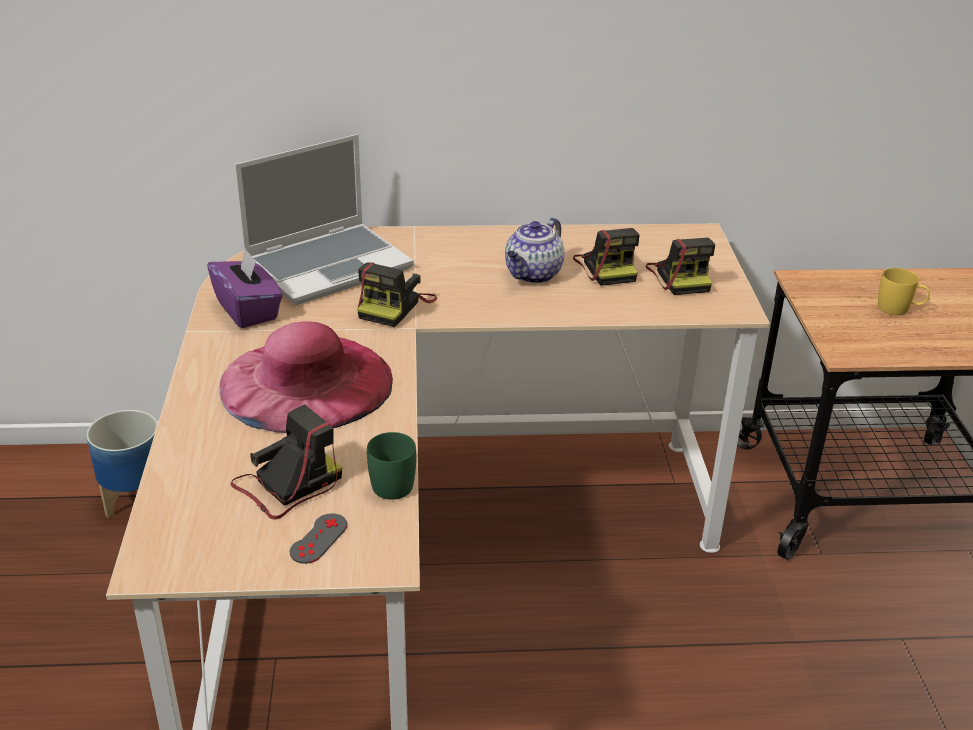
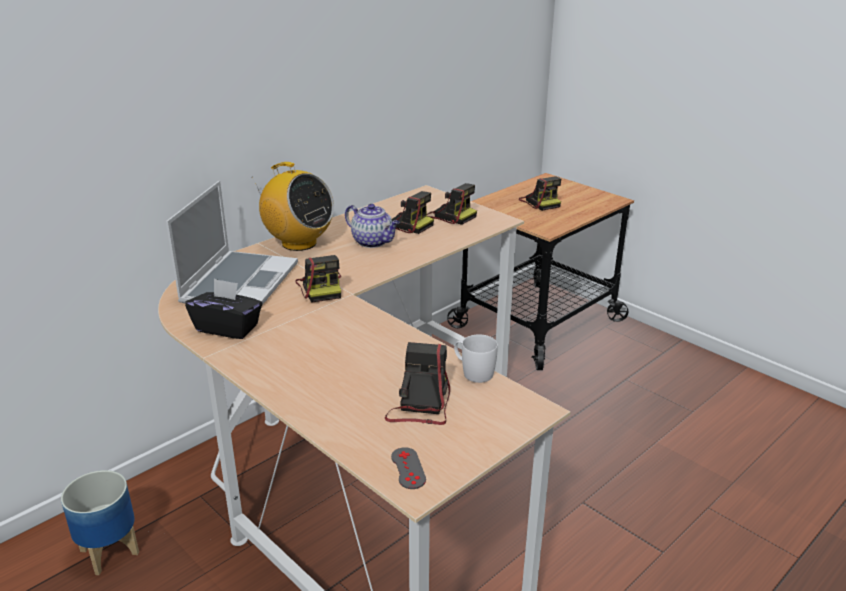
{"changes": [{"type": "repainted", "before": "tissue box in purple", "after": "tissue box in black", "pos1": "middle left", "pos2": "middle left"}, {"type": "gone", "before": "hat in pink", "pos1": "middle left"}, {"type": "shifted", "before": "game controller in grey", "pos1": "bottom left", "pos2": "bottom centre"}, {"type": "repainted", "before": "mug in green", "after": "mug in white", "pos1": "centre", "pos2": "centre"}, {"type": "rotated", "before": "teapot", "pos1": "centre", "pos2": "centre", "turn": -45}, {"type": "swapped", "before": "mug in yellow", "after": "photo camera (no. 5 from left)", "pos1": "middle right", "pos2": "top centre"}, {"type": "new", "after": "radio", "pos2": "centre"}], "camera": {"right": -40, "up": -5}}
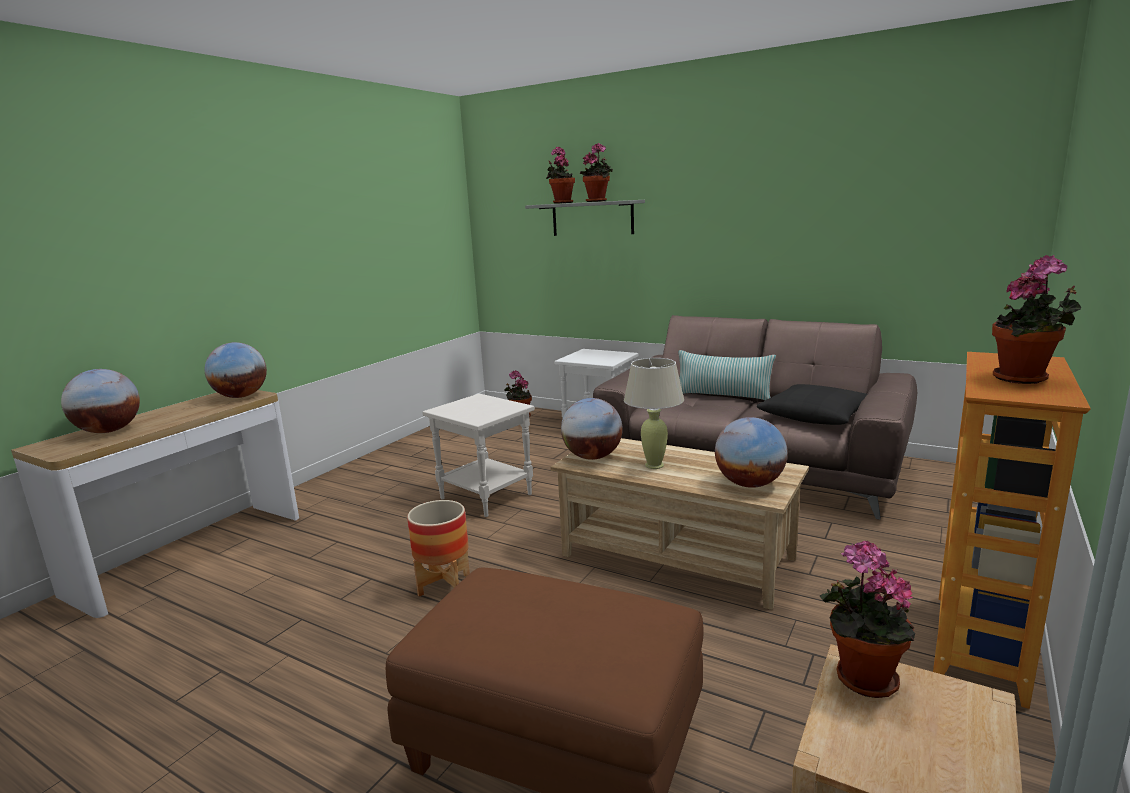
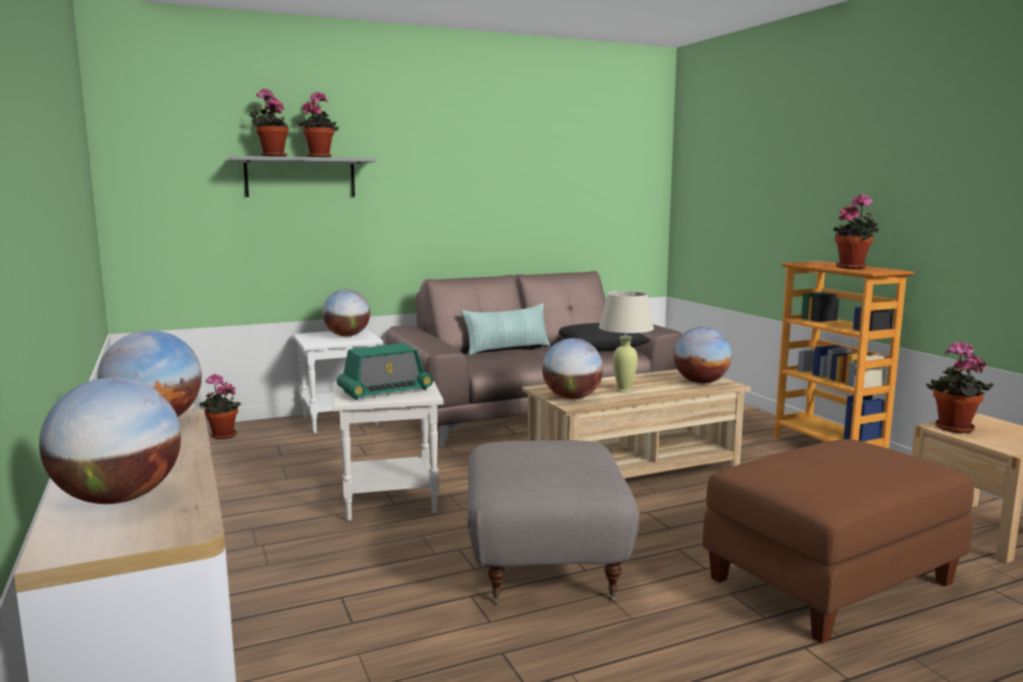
{"changes": [{"type": "swapped", "before": "planter", "after": "ottoman in grey", "pos1": "bottom centre", "pos2": "bottom centre"}, {"type": "new", "after": "globe (no. 3 from left)", "pos2": "centre"}, {"type": "new", "after": "radio", "pos2": "centre"}], "camera": {"right": -55, "up": -5}}
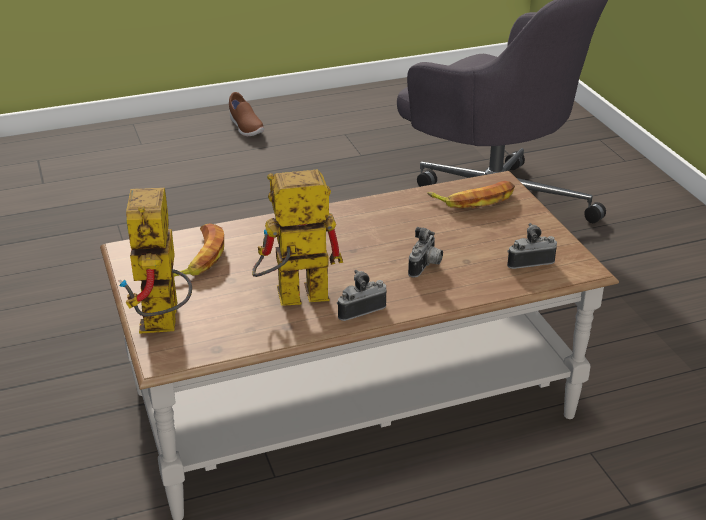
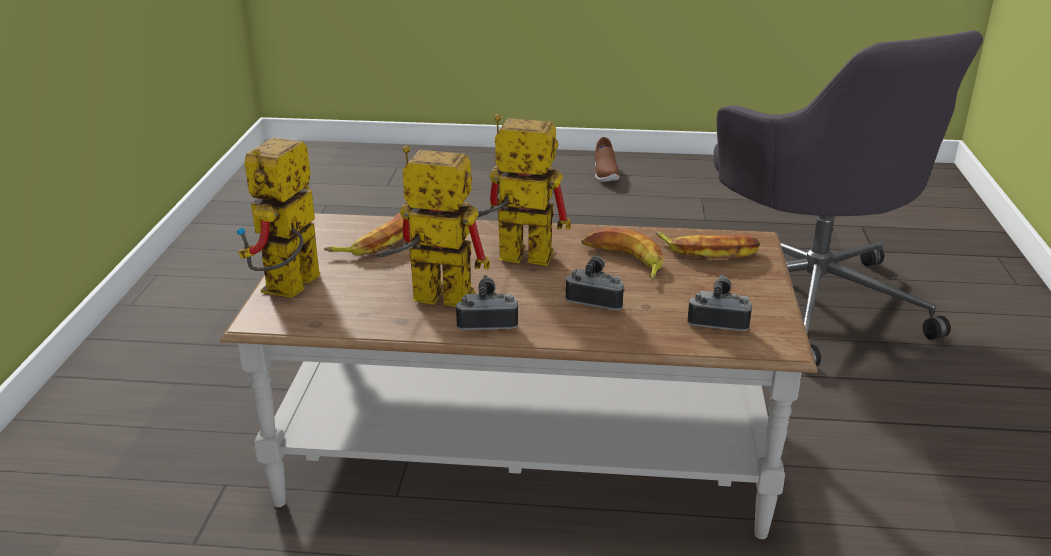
{"changes": [{"type": "rotated", "before": "photo camera (no. 2 from left)", "pos1": "centre", "pos2": "centre", "turn": -120}, {"type": "new", "after": "toy robot (no. 3 from left)", "pos2": "centre"}, {"type": "new", "after": "banana (no. 2 from left)", "pos2": "centre"}], "camera": {"right": 25, "up": -5}}
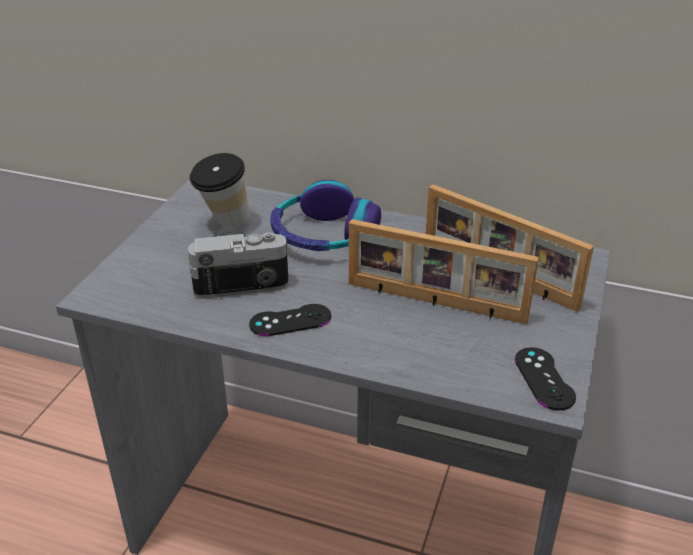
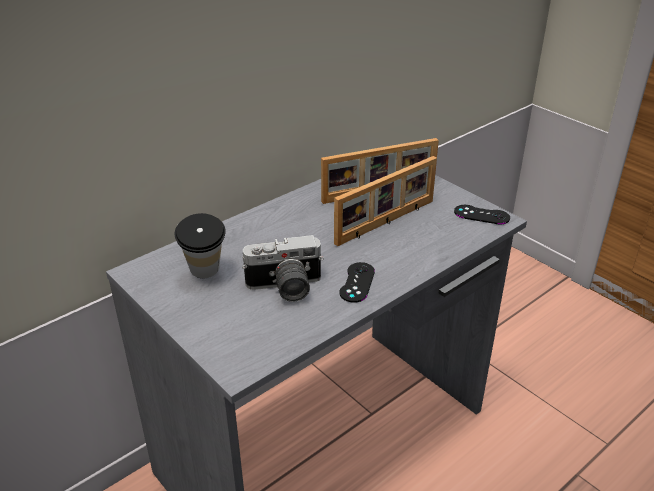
{"changes": [{"type": "rotated", "before": "photo camera", "pos1": "centre", "pos2": "centre", "turn": -120}, {"type": "gone", "before": "headphones", "pos1": "centre"}], "camera": {"right": -60, "up": 0}}
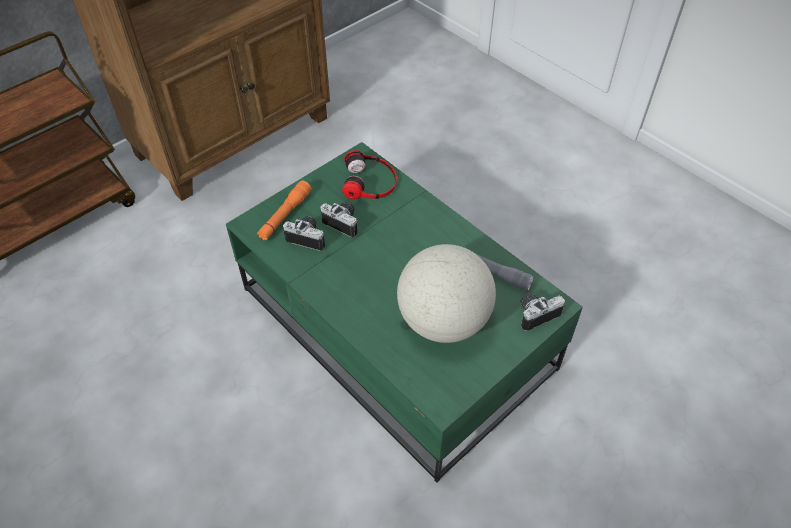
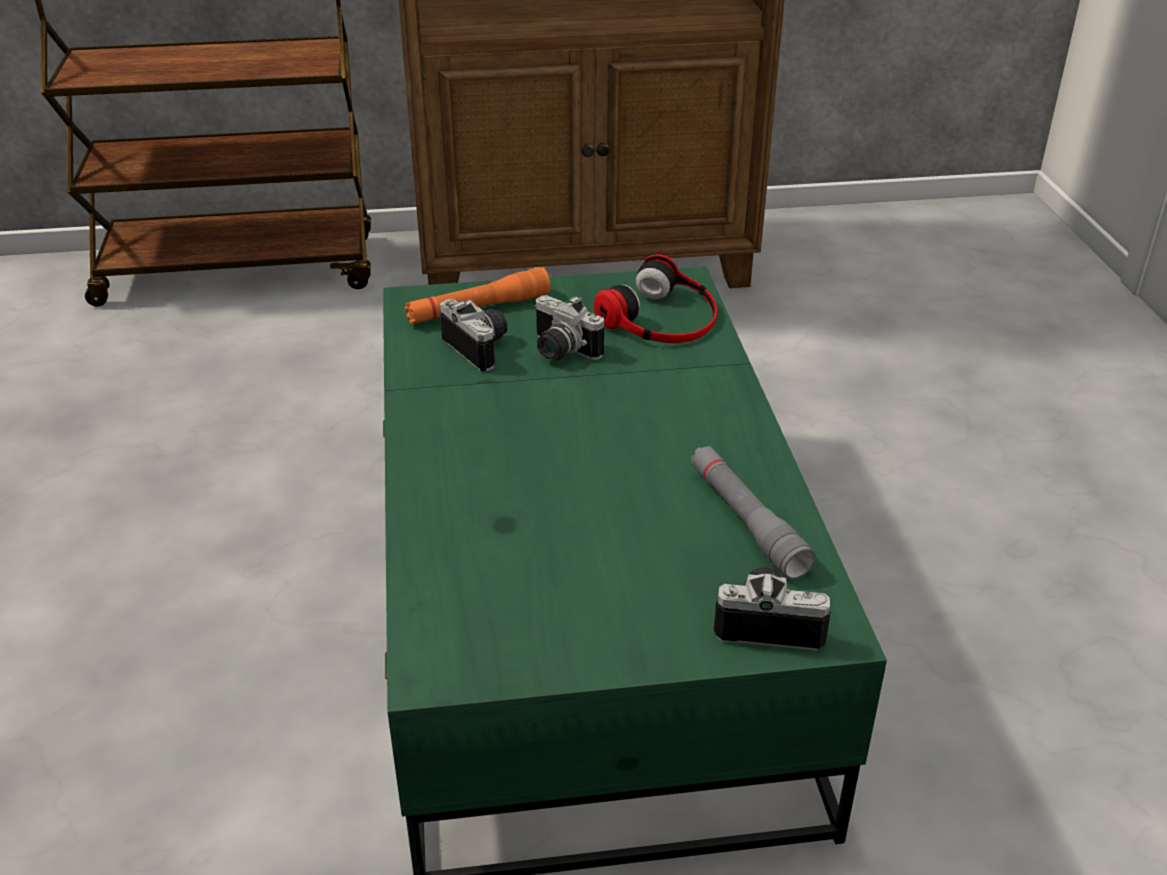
{"changes": [{"type": "rotated", "before": "photo camera (no. 2 from left)", "pos1": "centre", "pos2": "centre", "turn": 150}, {"type": "gone", "before": "globe", "pos1": "centre"}], "camera": {"right": 35, "up": -15}}
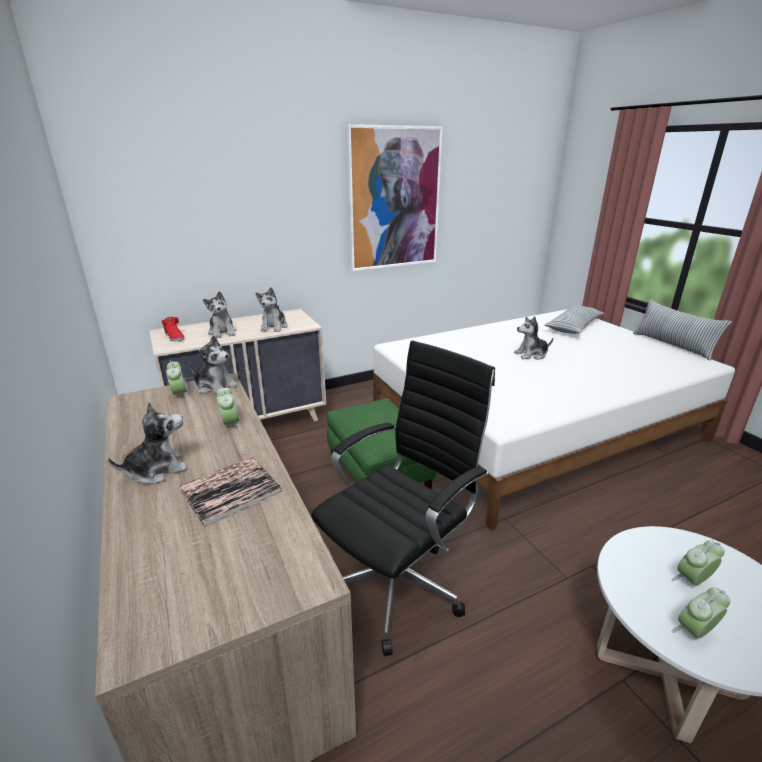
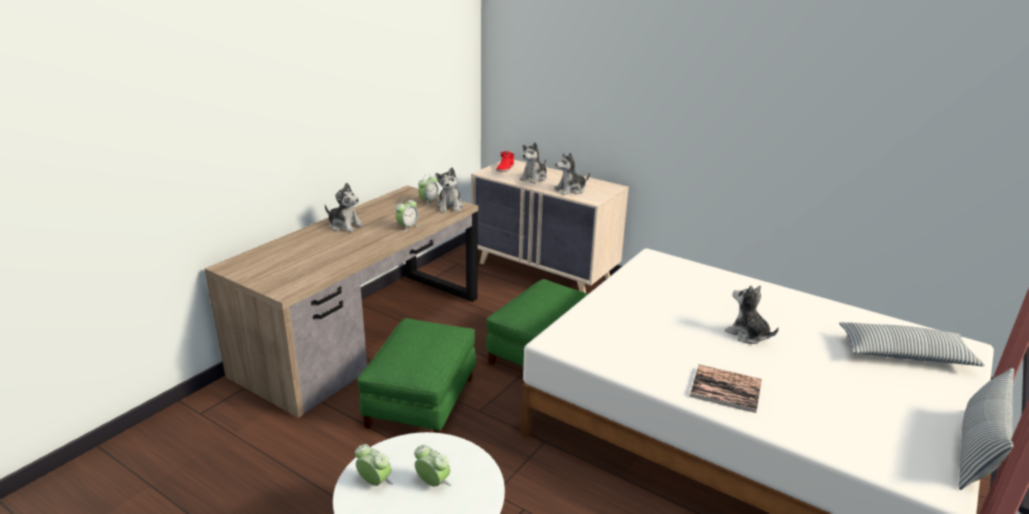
{"changes": [{"type": "shifted", "before": "book", "pos1": "middle left", "pos2": "bottom right"}, {"type": "swapped", "before": "office chair in black", "after": "ottoman in green (no. 1 from left)", "pos1": "centre", "pos2": "bottom centre"}, {"type": "gone", "before": "picture", "pos1": "top centre"}], "camera": {"right": 60, "up": 0}}
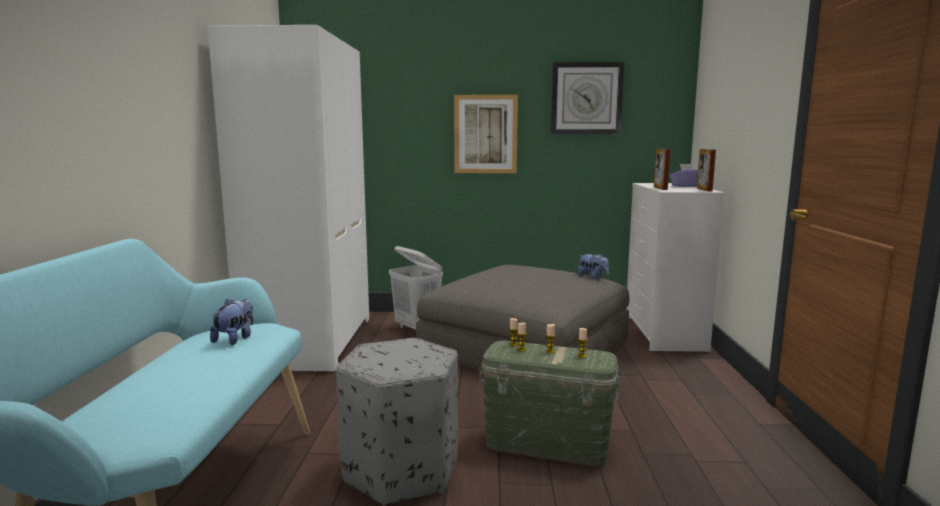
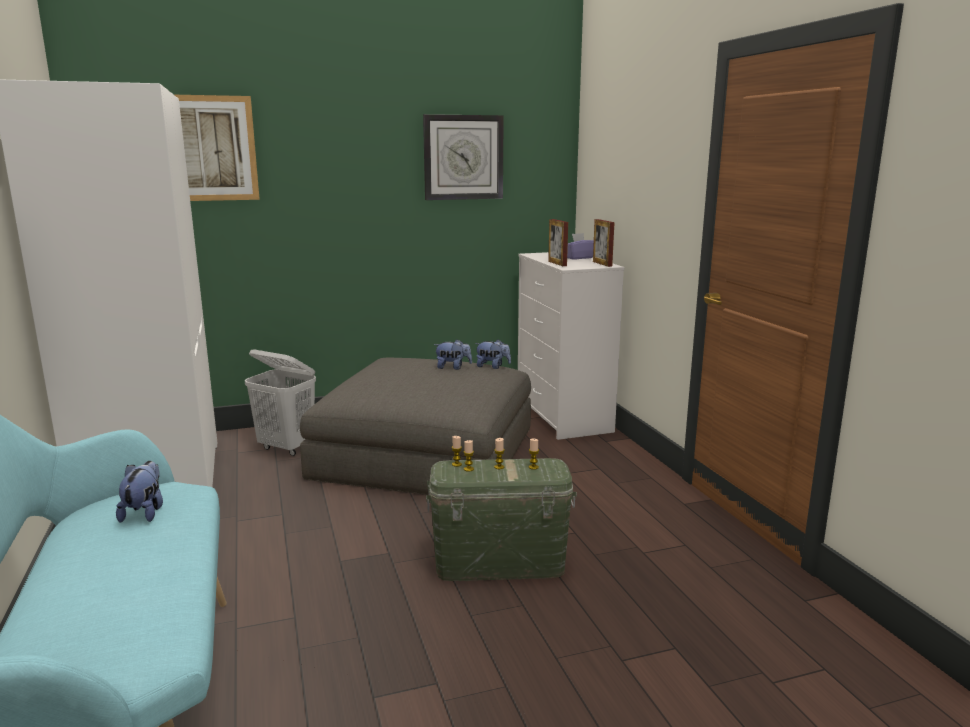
{"changes": [{"type": "gone", "before": "ottoman in grey (no. 1 from left)", "pos1": "bottom centre"}, {"type": "shifted", "before": "picture", "pos1": "top centre", "pos2": "top left"}, {"type": "new", "after": "plush toy (no. 2 from left)", "pos2": "centre"}], "camera": {"right": -20, "up": 5}}
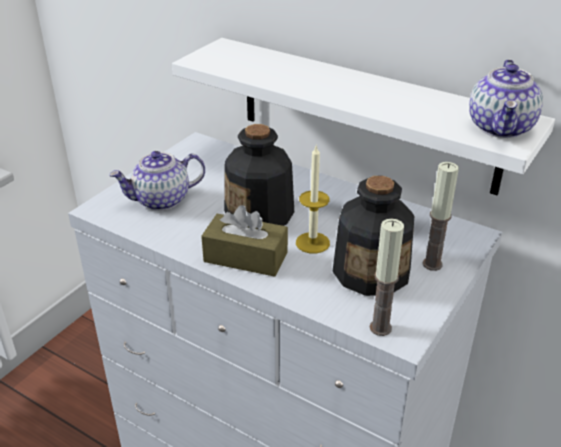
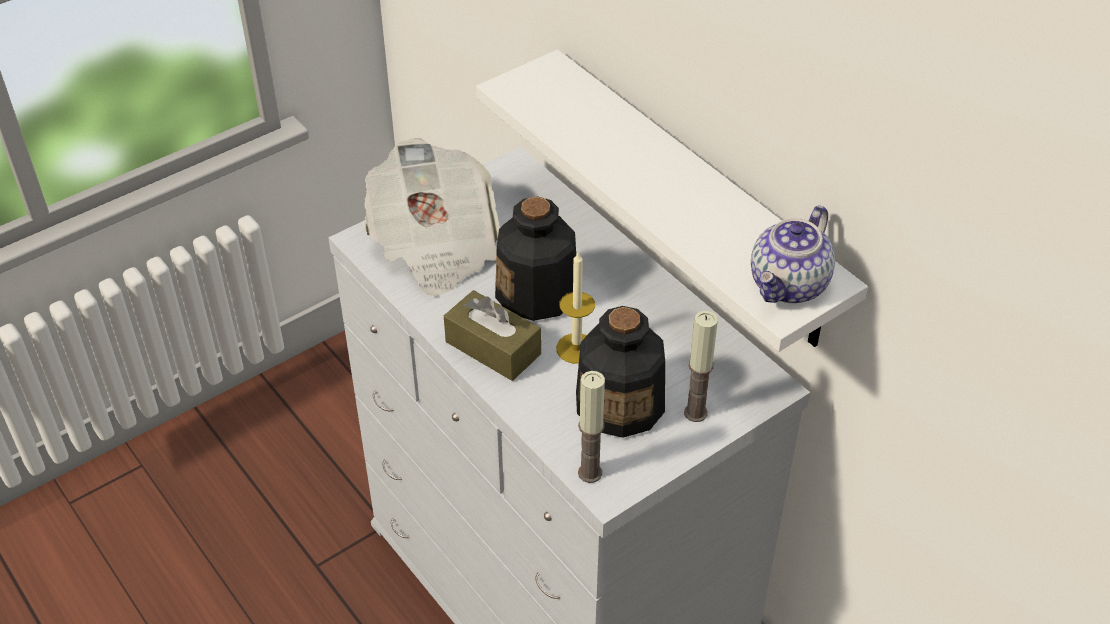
{"changes": [{"type": "swapped", "before": "teapot (no. 1 from left)", "after": "newspaper", "pos1": "middle left", "pos2": "centre"}], "camera": {"right": 20, "up": 10}}
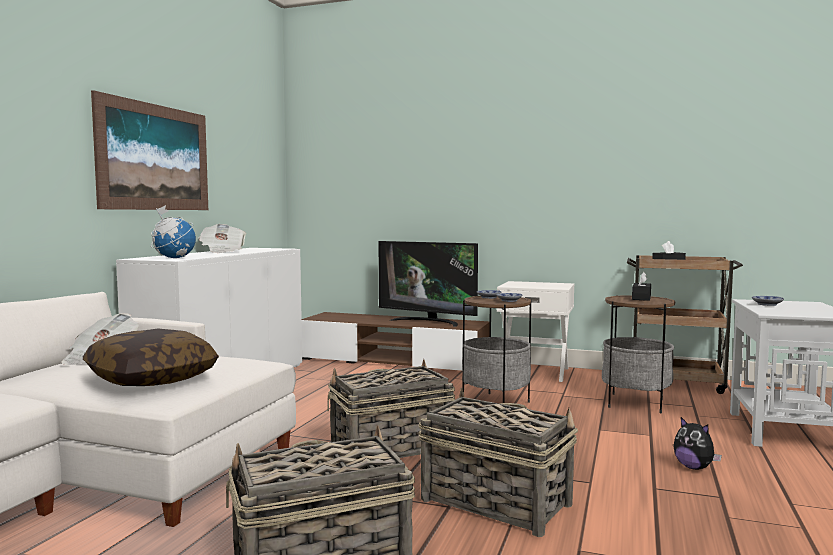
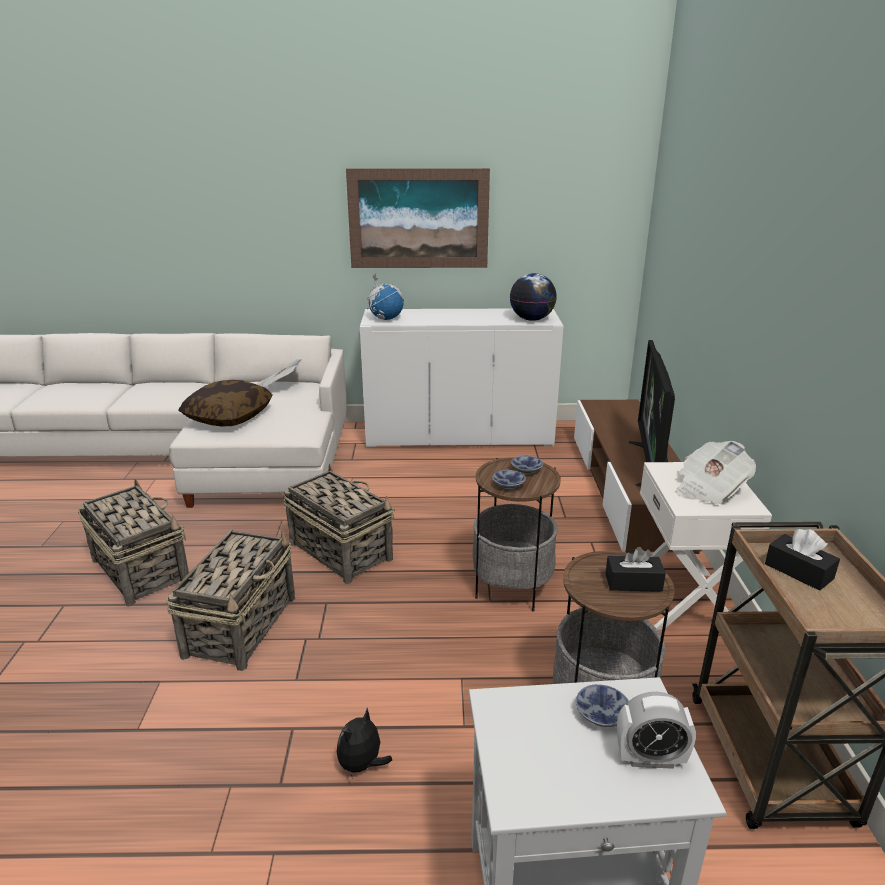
{"changes": [{"type": "shifted", "before": "newspaper (no. 2 from left)", "pos1": "middle left", "pos2": "middle right"}, {"type": "new", "after": "globe (no. 2 from left)", "pos2": "centre"}, {"type": "new", "after": "alarm clock", "pos2": "bottom right"}], "camera": {"right": 70, "up": 20}}
